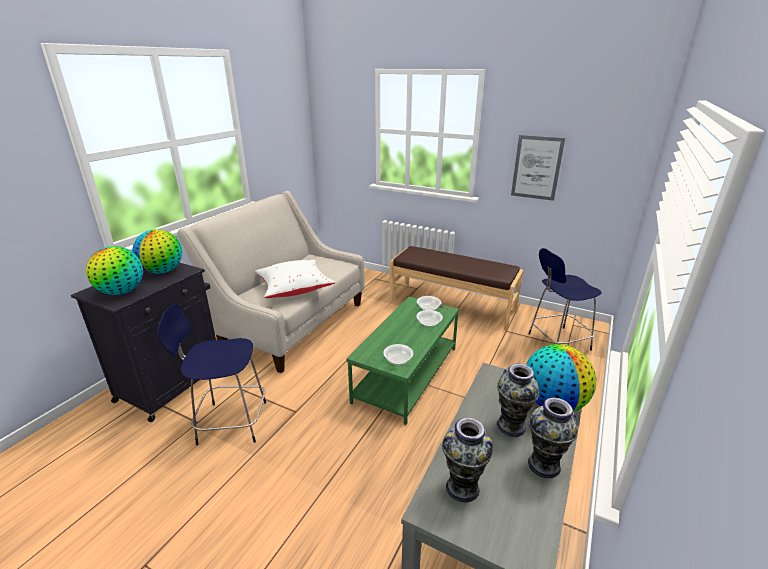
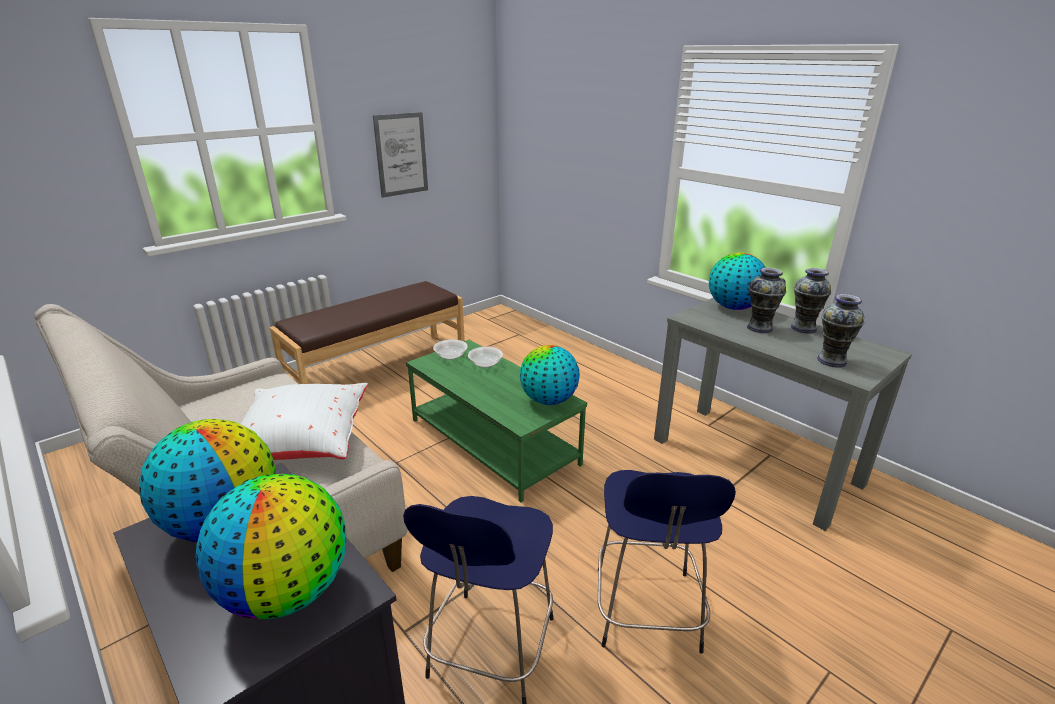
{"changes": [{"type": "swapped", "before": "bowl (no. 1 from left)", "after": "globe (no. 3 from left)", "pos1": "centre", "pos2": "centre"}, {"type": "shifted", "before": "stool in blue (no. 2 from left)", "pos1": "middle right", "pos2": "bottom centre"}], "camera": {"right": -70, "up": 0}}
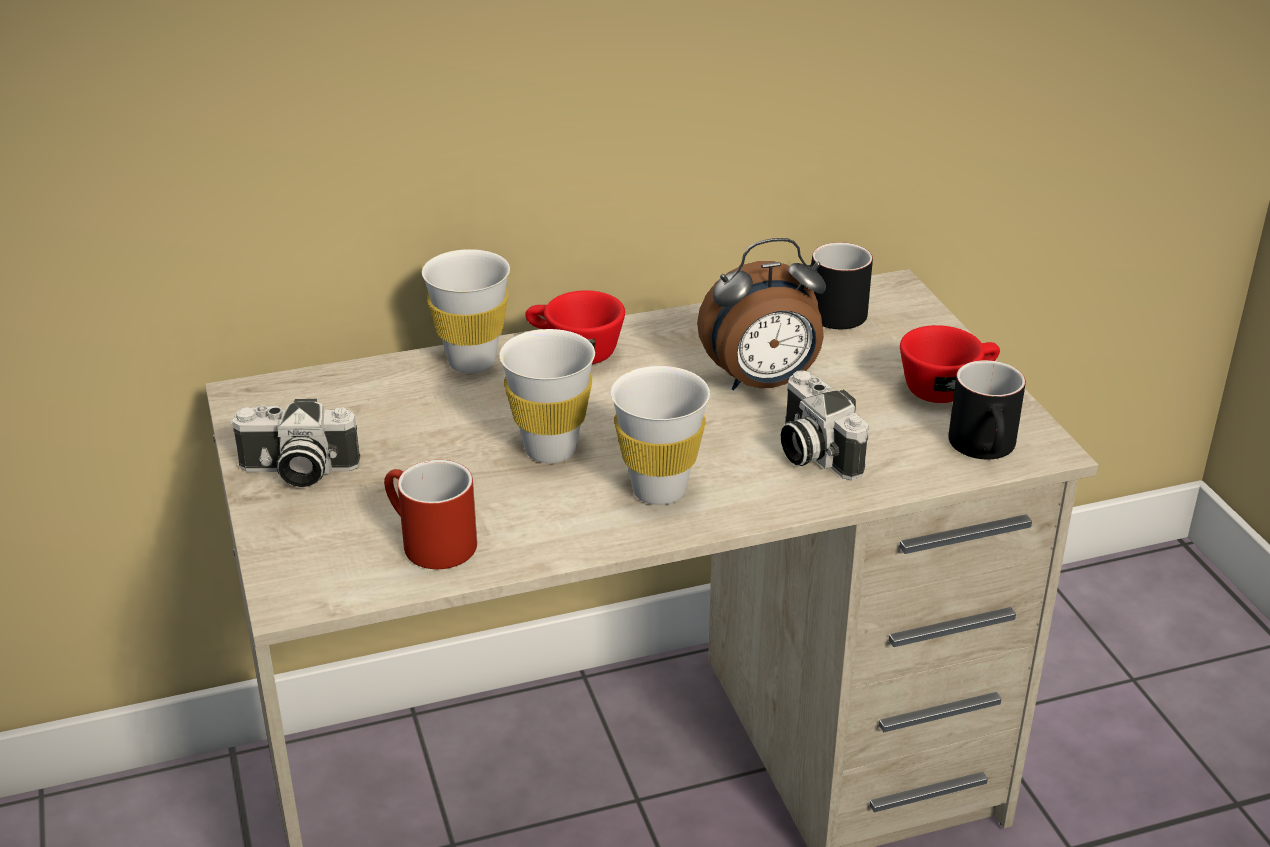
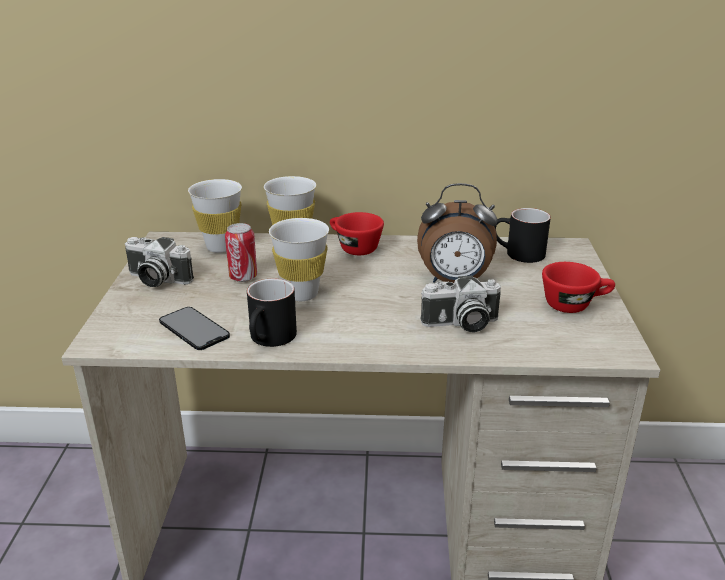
{"changes": [{"type": "swapped", "before": "mug in red", "after": "phone", "pos1": "centre", "pos2": "middle left"}, {"type": "shifted", "before": "cup in white (no. 3 from left in the first image)", "after": "cup in white (no. 1 from left)", "pos1": "centre", "pos2": "middle left"}, {"type": "rotated", "before": "photo camera (no. 2 from left)", "pos1": "centre", "pos2": "centre", "turn": -90}, {"type": "shifted", "before": "mug in black (no. 2 from left in the first image)", "after": "mug in black (no. 1 from left)", "pos1": "middle right", "pos2": "centre"}, {"type": "new", "after": "can", "pos2": "middle left"}], "camera": {"right": 20, "up": -5}}
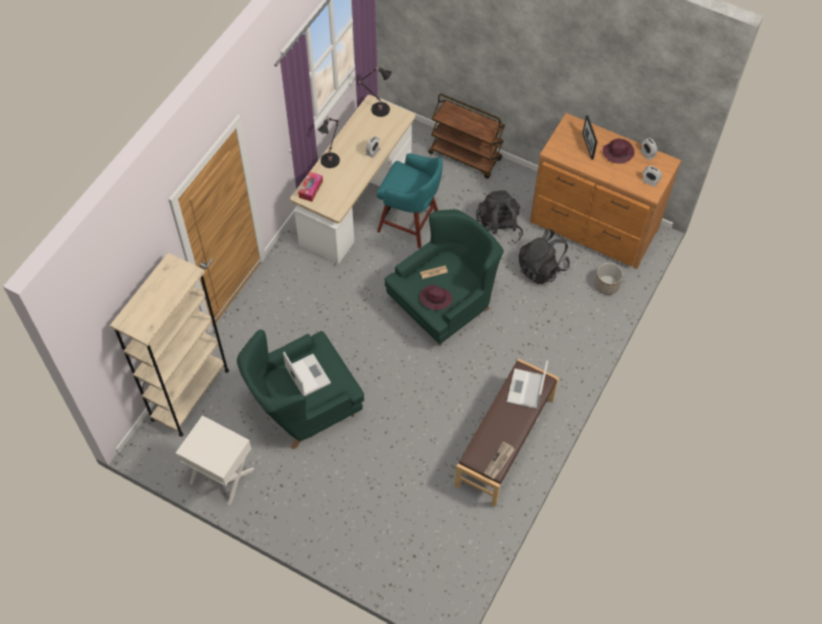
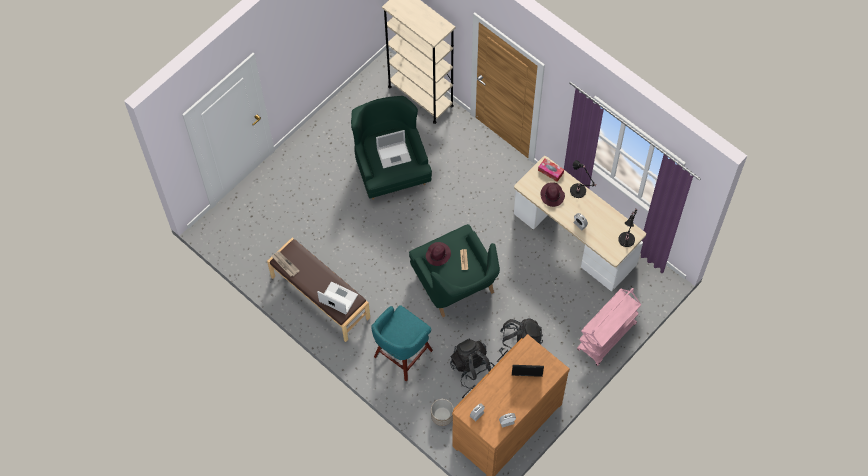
{"changes": [{"type": "gone", "before": "nightstand in white", "pos1": "bottom left"}, {"type": "shifted", "before": "stool in turquoise", "pos1": "top centre", "pos2": "bottom centre"}, {"type": "repainted", "before": "cart in brown", "after": "cart in pink", "pos1": "top centre", "pos2": "bottom right"}, {"type": "shifted", "before": "hat in purple (no. 2 from left)", "pos1": "top right", "pos2": "centre"}], "camera": {"right": 105, "up": 5}}
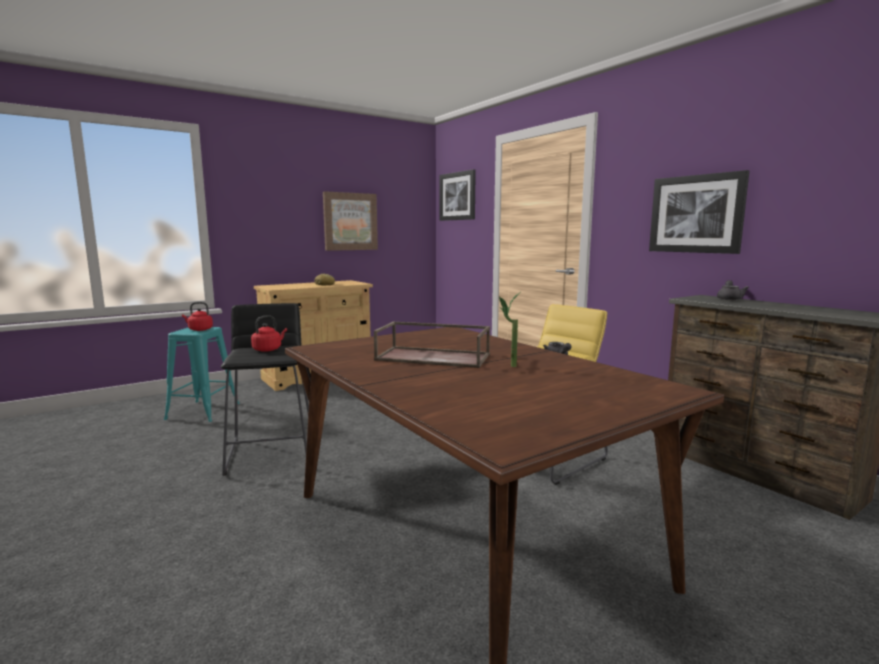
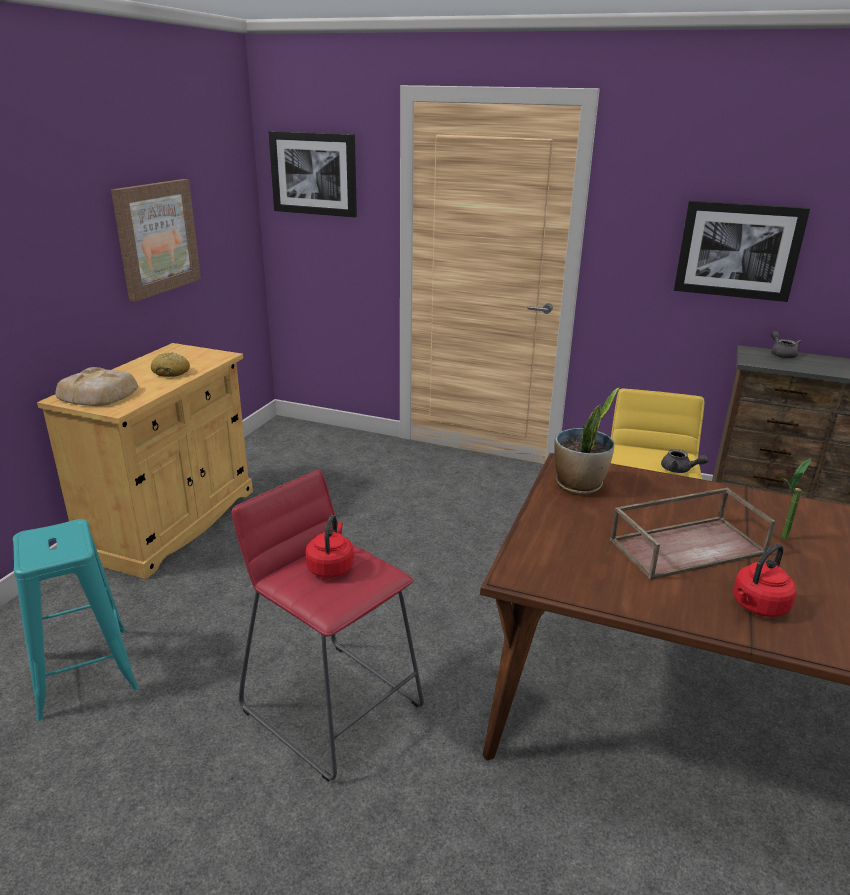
{"changes": [{"type": "shifted", "before": "kettle in red (no. 1 from left in the first image)", "after": "kettle in red (no. 2 from left)", "pos1": "middle left", "pos2": "middle right"}, {"type": "repainted", "before": "stool in black", "after": "stool in red", "pos1": "middle left", "pos2": "bottom centre"}, {"type": "new", "after": "bread (no. 1 from left)", "pos2": "middle left"}, {"type": "new", "after": "potted plant (no. 1 from left)", "pos2": "middle right"}], "camera": {"right": -35, "up": 15}}
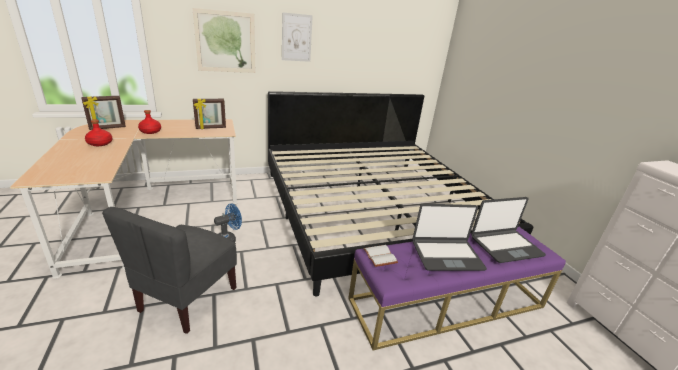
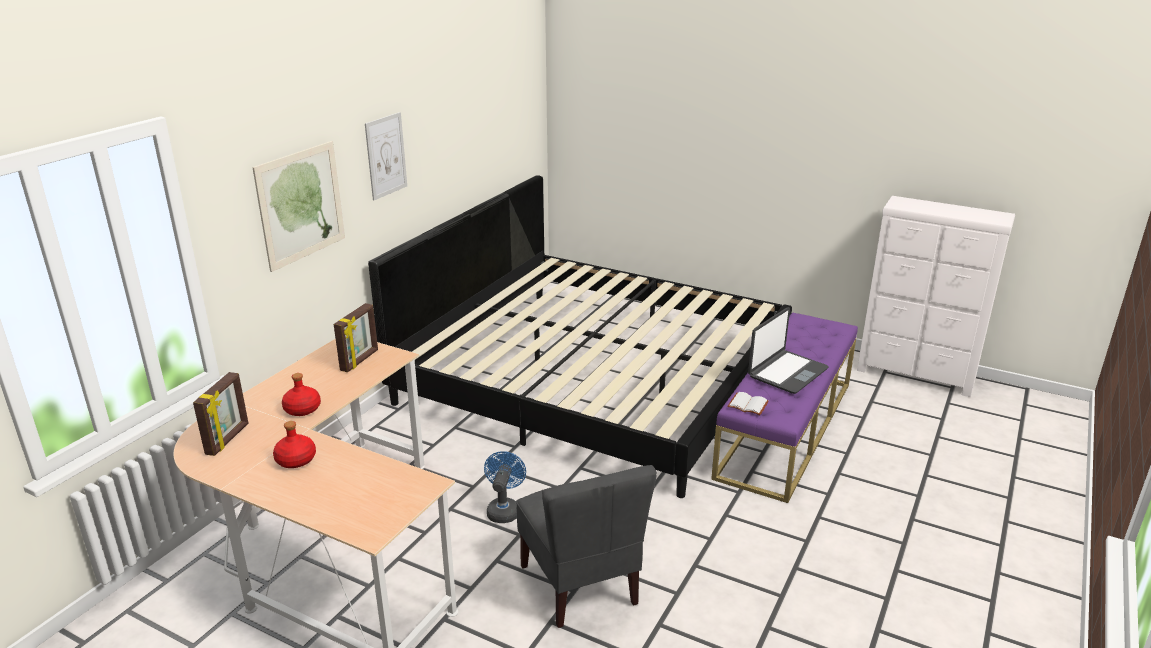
{"changes": [{"type": "gone", "before": "laptop (no. 2 from left)", "pos1": "middle right"}], "camera": {"right": -40, "up": 0}}
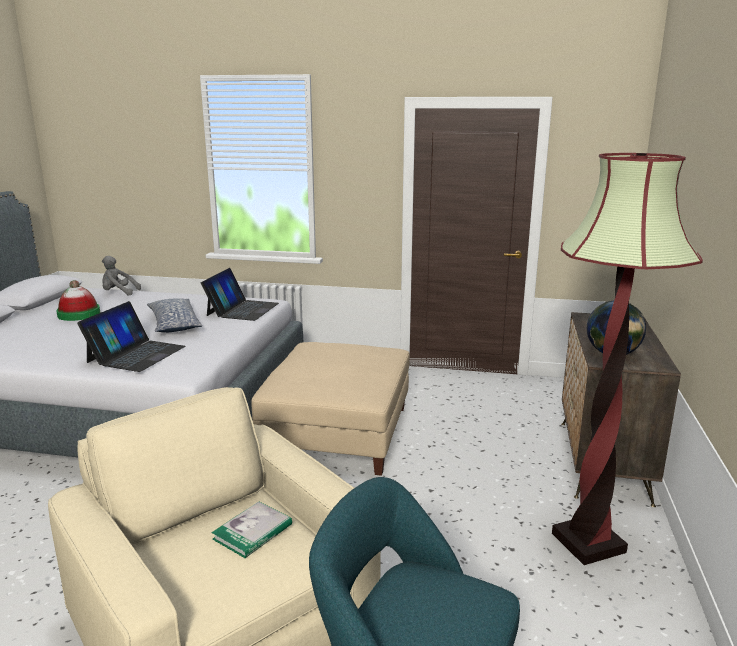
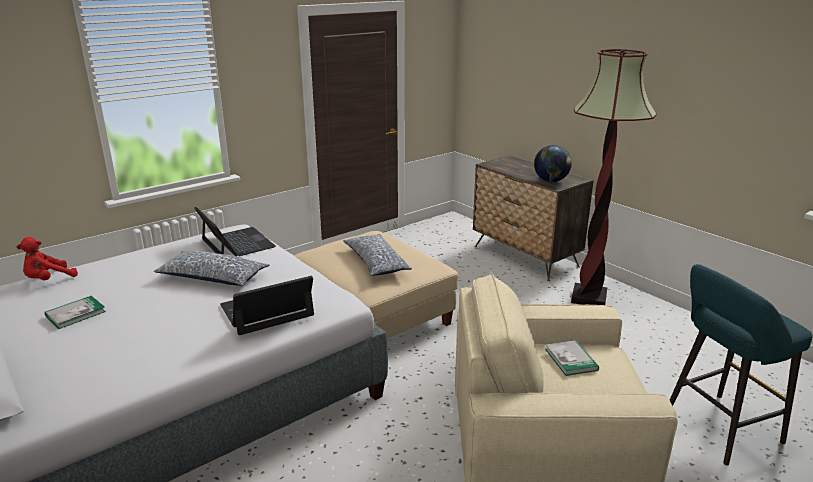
{"changes": [{"type": "swapped", "before": "hat", "after": "book (no. 1 from left)", "pos1": "middle left", "pos2": "middle left"}, {"type": "rotated", "before": "laptop (no. 1 from left in the first image)", "pos1": "middle left", "pos2": "middle left", "turn": -90}, {"type": "repainted", "before": "plush toy in grey", "after": "plush toy in red", "pos1": "middle left", "pos2": "middle left"}, {"type": "new", "after": "pillow (no. 2 from left)", "pos2": "centre"}], "camera": {"right": -50, "up": 5}}
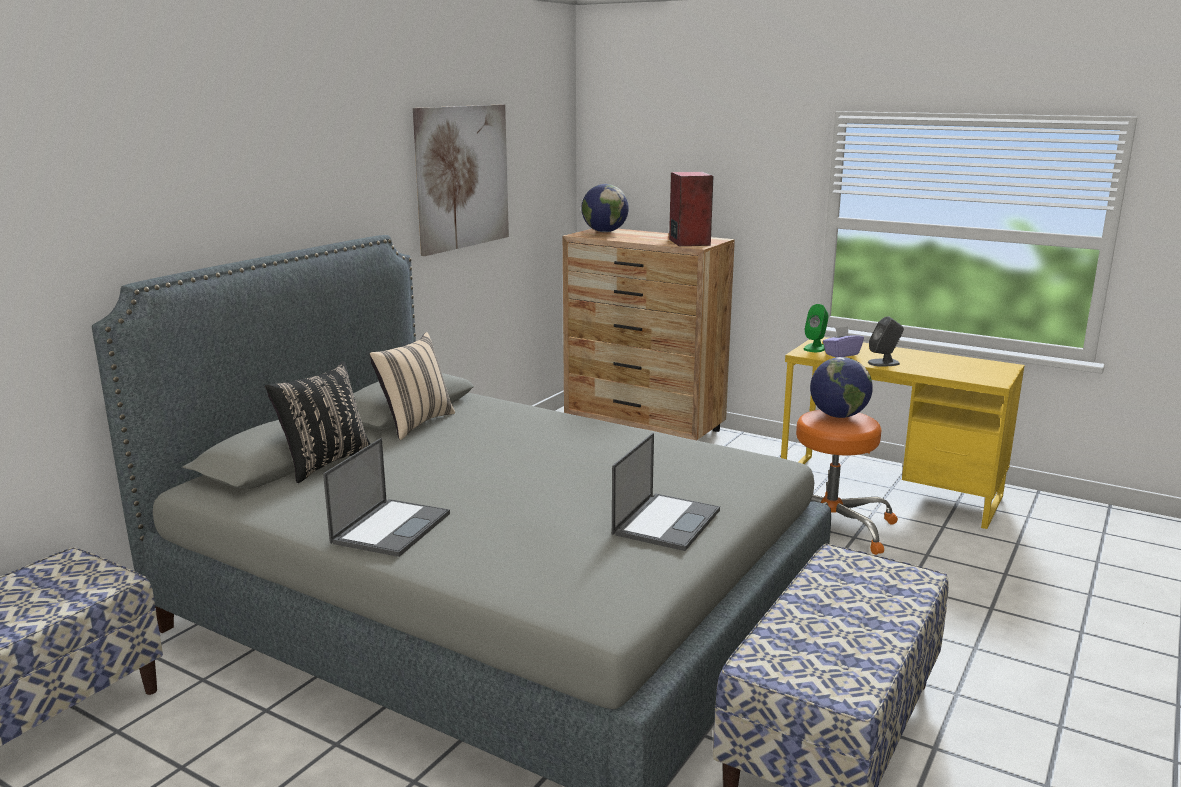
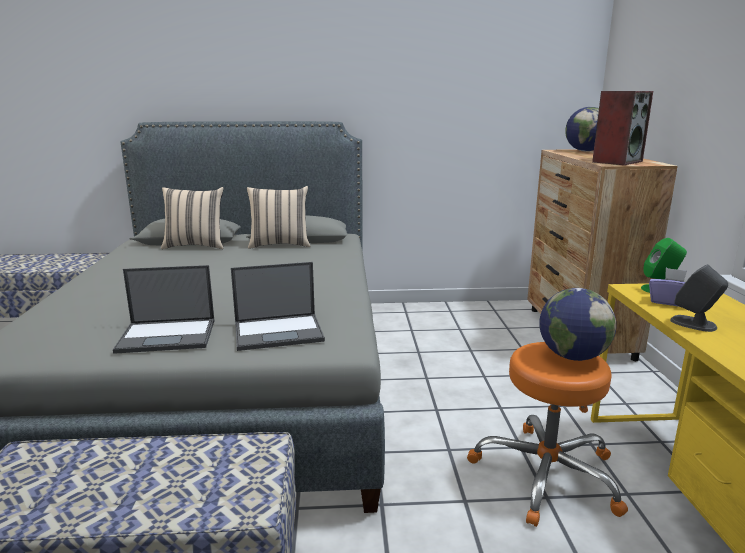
{"changes": [{"type": "repainted", "before": "pillow in black", "after": "pillow in beige (no. 1 from left)", "pos1": "middle left", "pos2": "middle left"}, {"type": "shifted", "before": "laptop (no. 1 from left in the first image)", "after": "laptop (no. 2 from left)", "pos1": "middle left", "pos2": "centre"}, {"type": "gone", "before": "picture", "pos1": "top centre"}], "camera": {"right": 55, "up": 0}}
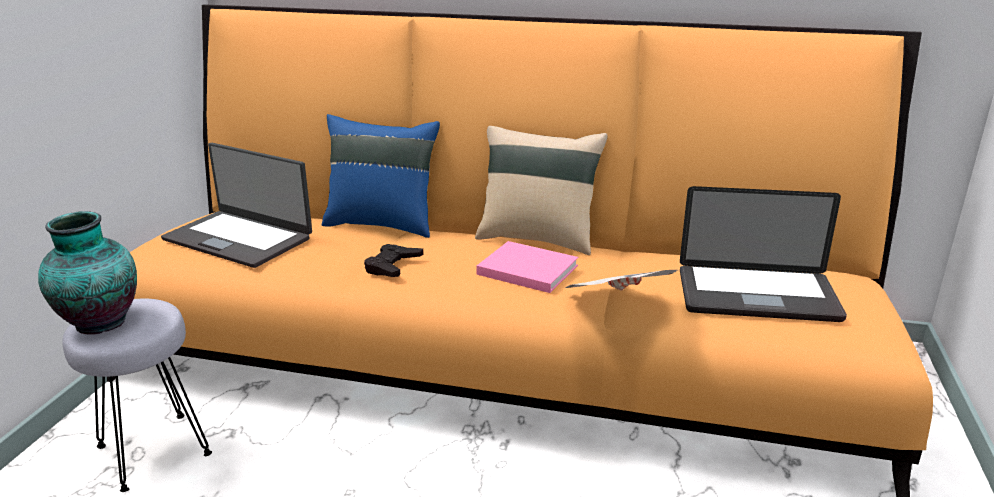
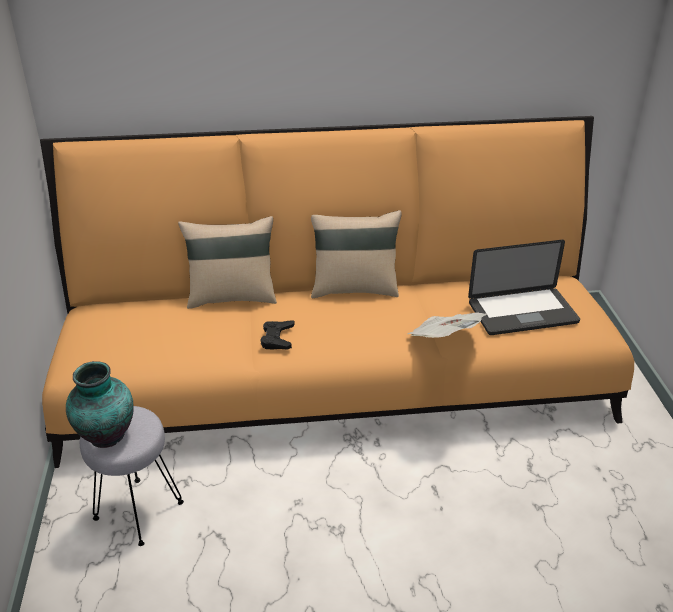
{"changes": [{"type": "gone", "before": "laptop (no. 1 from left)", "pos1": "middle left"}, {"type": "repainted", "before": "pillow in blue", "after": "pillow in beige (no. 1 from left)", "pos1": "centre", "pos2": "centre"}, {"type": "gone", "before": "book in pink", "pos1": "centre"}], "camera": {"right": -20, "up": 10}}
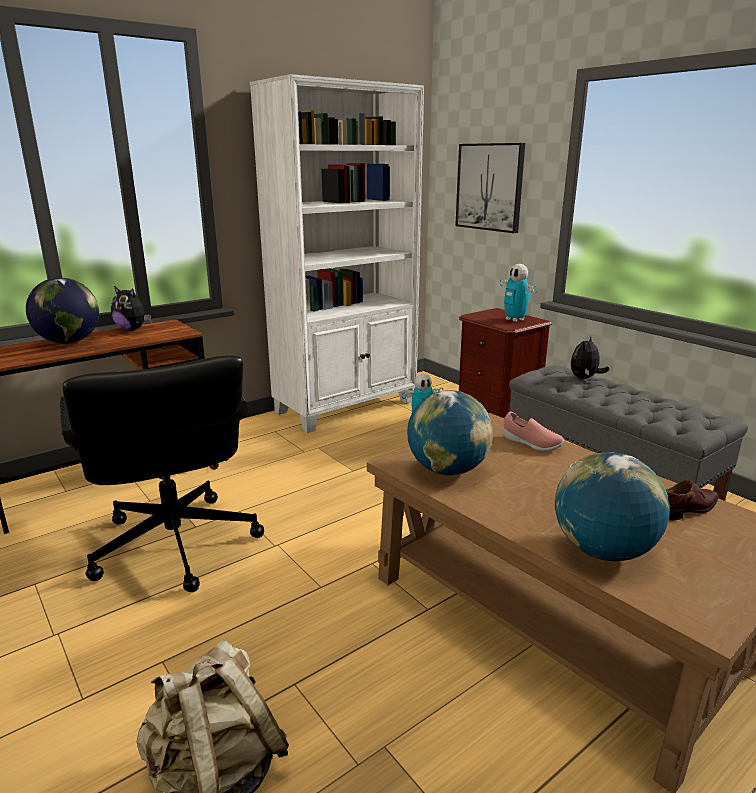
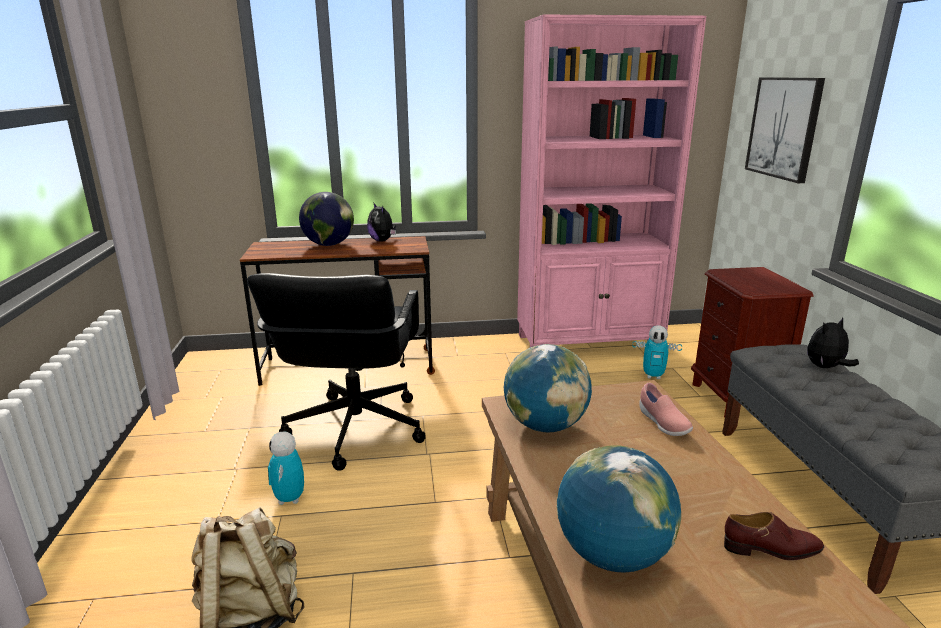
{"changes": [{"type": "repainted", "before": "bookcase in white", "after": "bookcase in pink", "pos1": "top centre", "pos2": "top centre"}, {"type": "shifted", "before": "toy robot (no. 2 from left in the first image)", "after": "toy robot (no. 1 from left)", "pos1": "middle right", "pos2": "bottom left"}], "camera": {"right": 30, "up": 0}}
